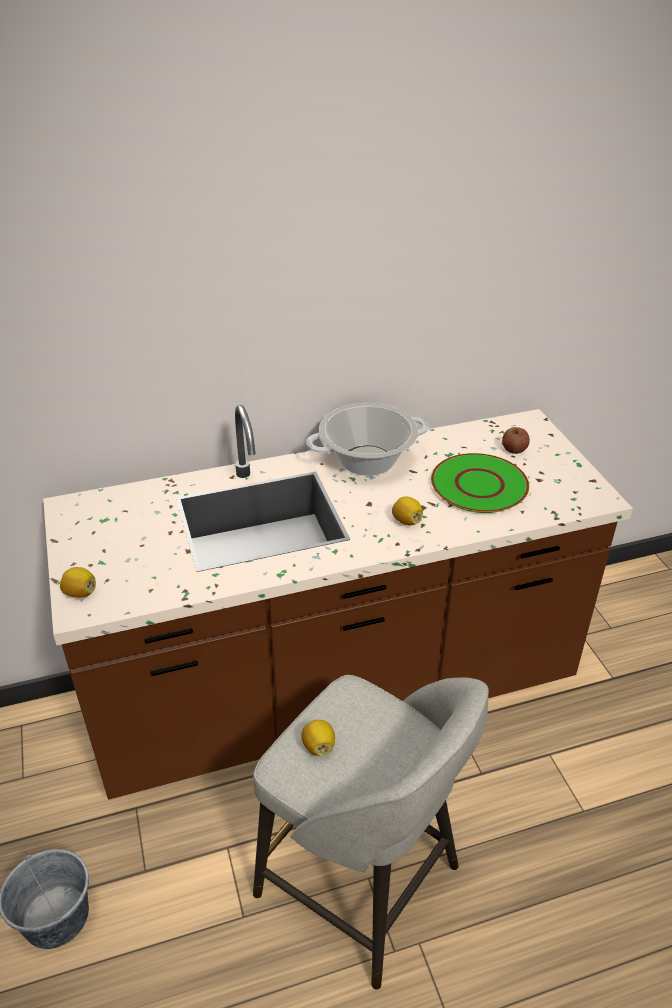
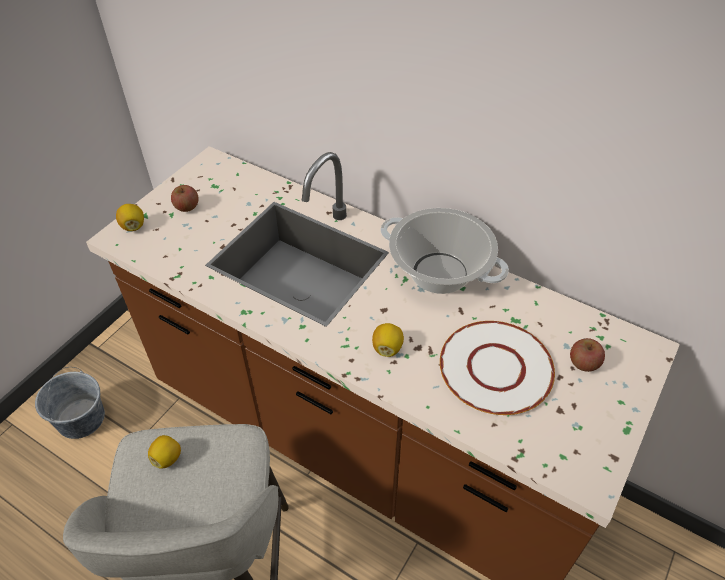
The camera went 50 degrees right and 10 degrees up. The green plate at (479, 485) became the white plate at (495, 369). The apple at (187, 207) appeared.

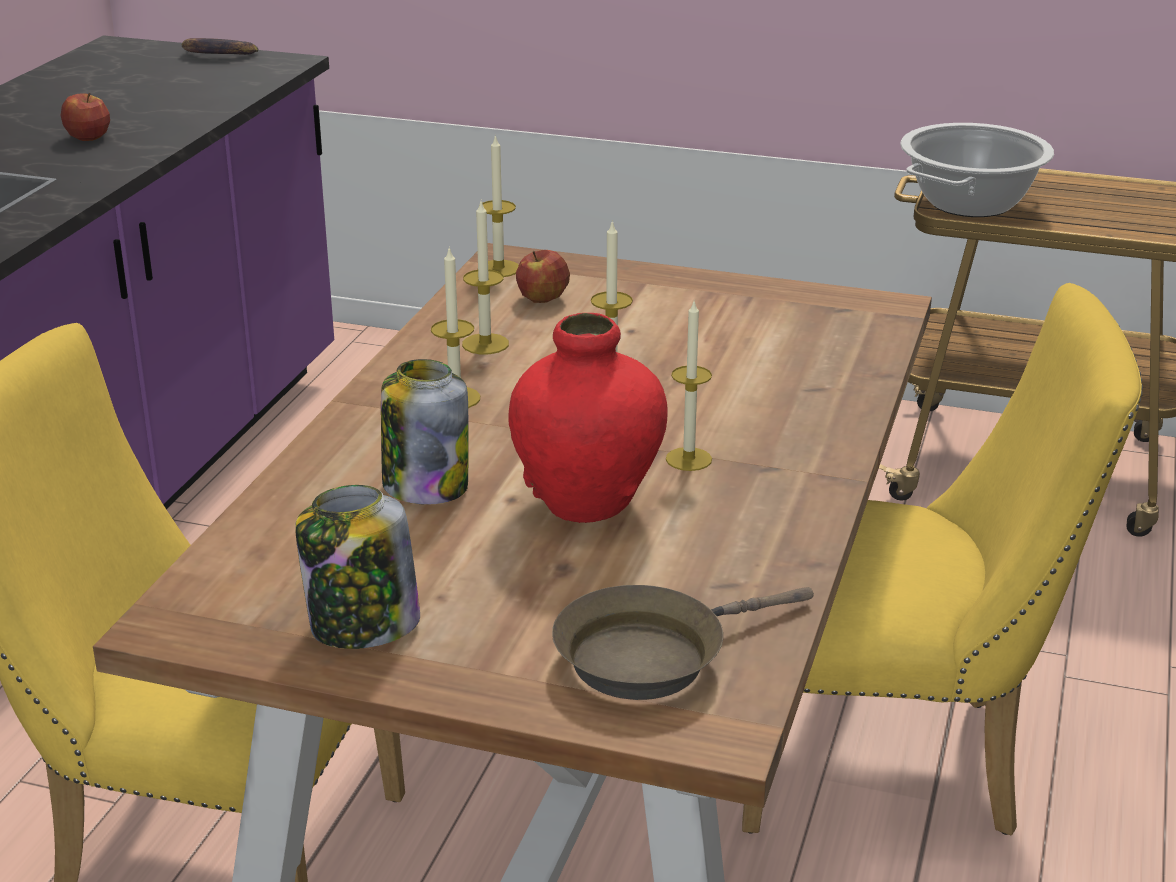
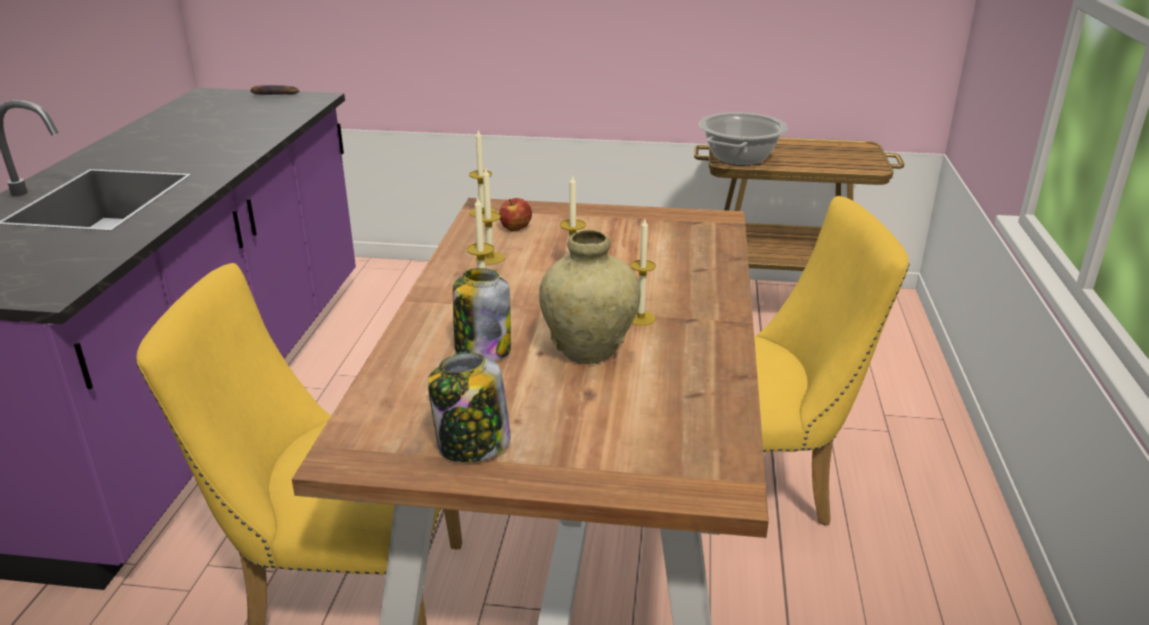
The camera went 10 degrees left and 0 degrees up. The apple at (88, 137) disappeared. The red vase at (588, 503) became the beige vase at (589, 351). The brown frying pan at (651, 656) disappeared.

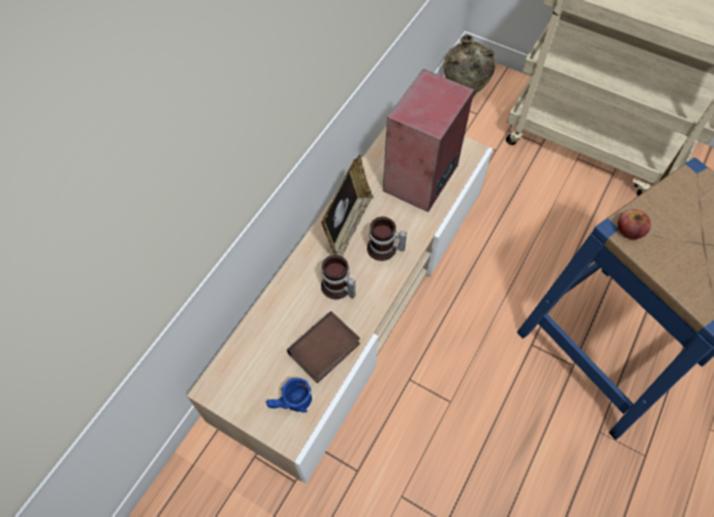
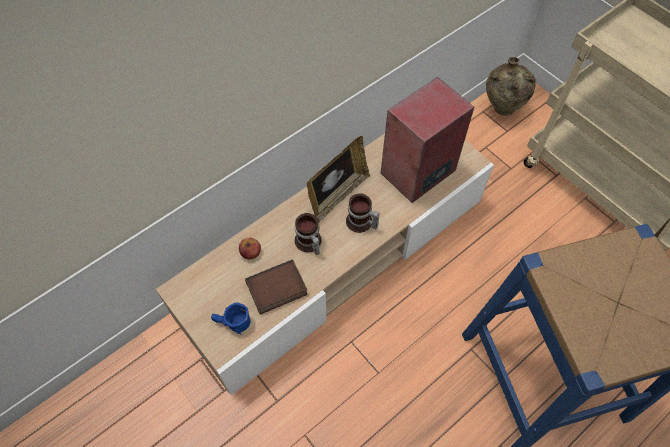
The camera went 20 degrees right and 0 degrees up. The apple moved from (629, 230) to (250, 252).

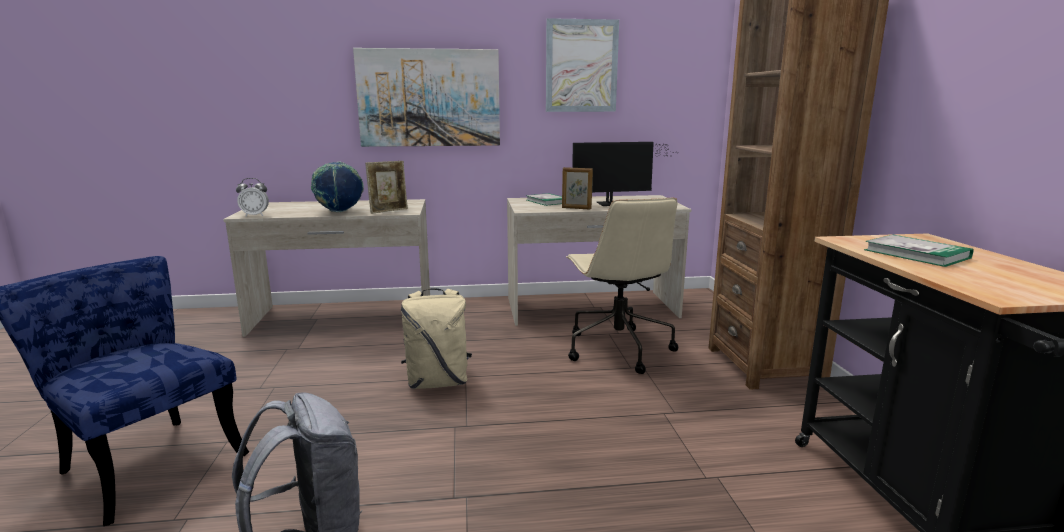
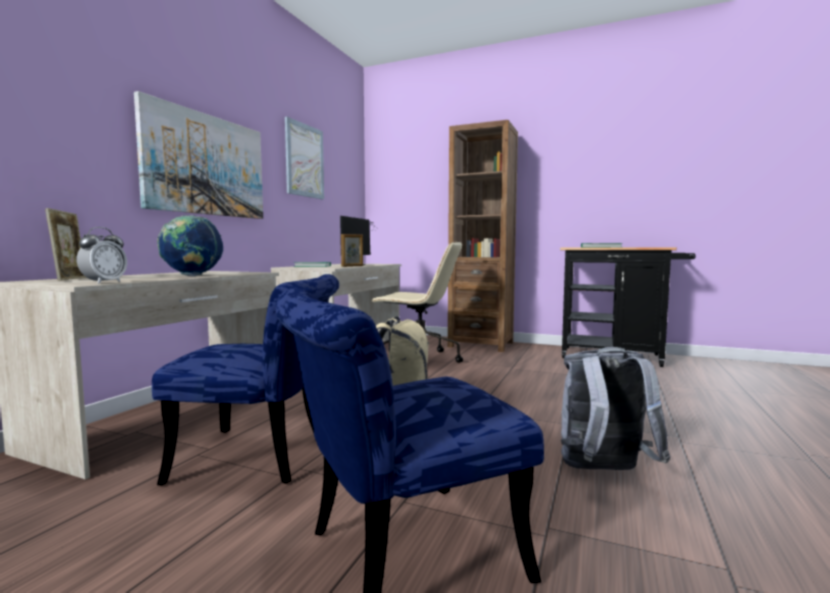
The camera went 60 degrees left and 10 degrees down. The picture frame moved from (389, 211) to (70, 279). The blue chair at (264, 457) appeared.

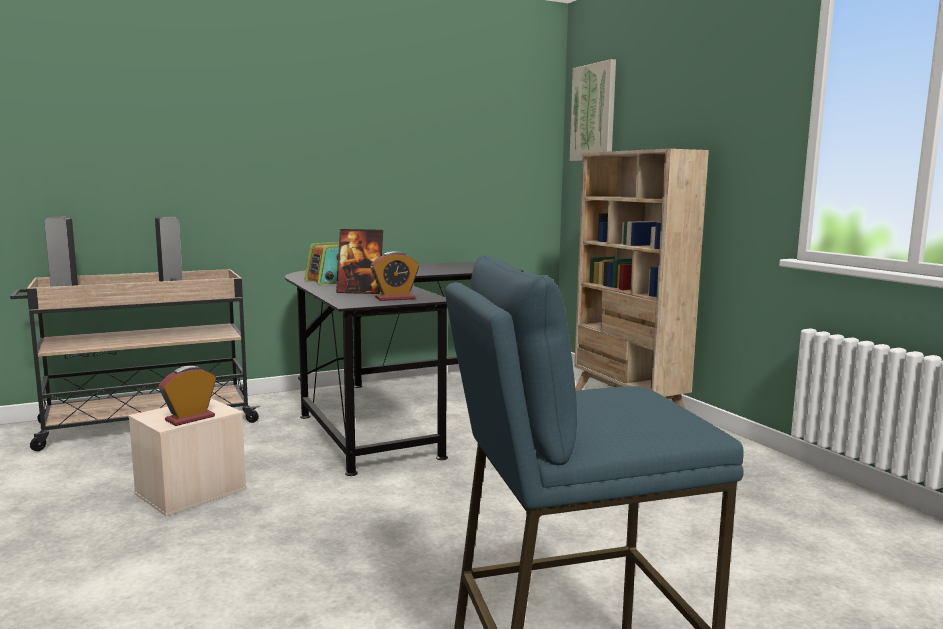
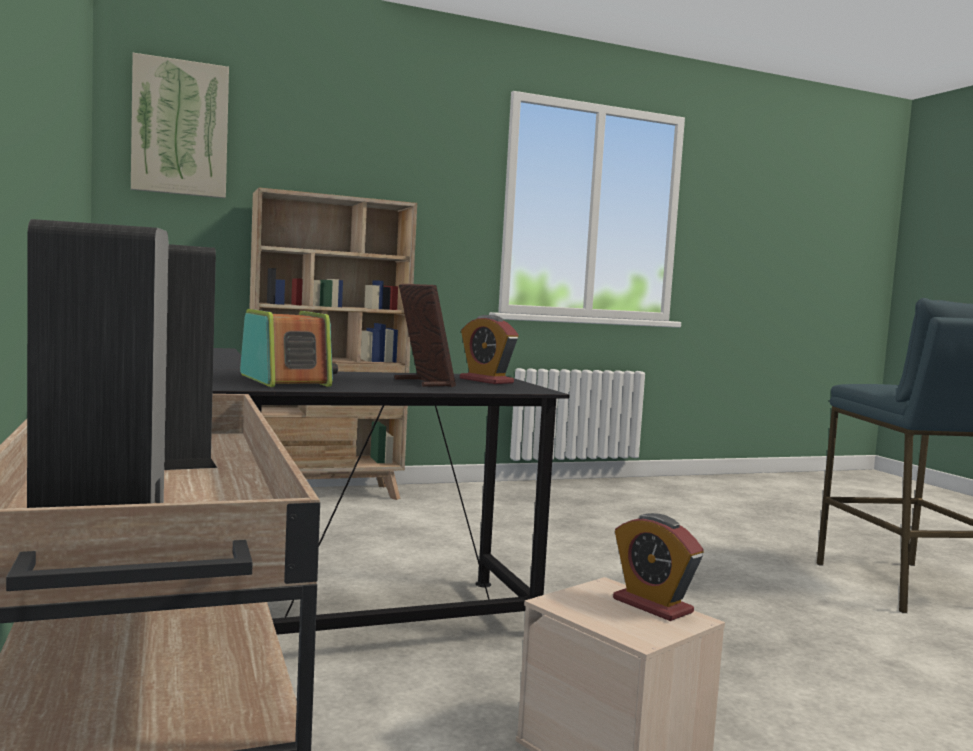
The camera went 85 degrees left and 5 degrees down. The picture frame at (360, 292) turned 45 degrees counterclockwise. The alarm clock at (395, 298) turned 150 degrees clockwise.

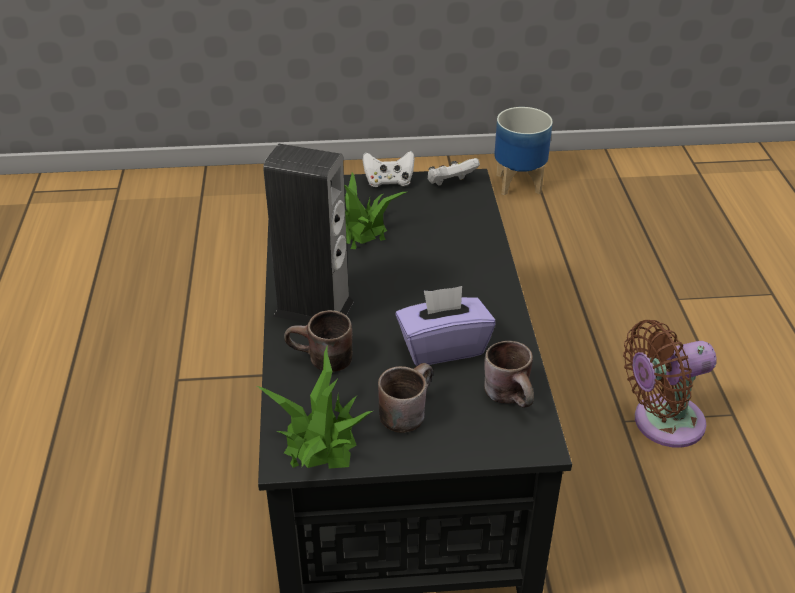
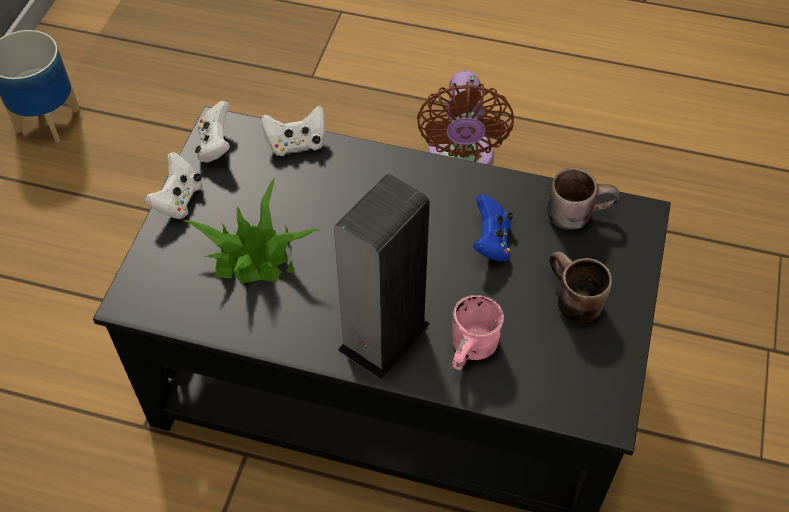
The camera went 70 degrees left and 15 degrees up. The potted plant at (321, 437) disappeared. The brown mug at (321, 361) became the pink mug at (474, 351). The purple tissue box at (443, 347) was replaced by the blue game controller at (491, 242). The white game controller at (296, 143) appeared.

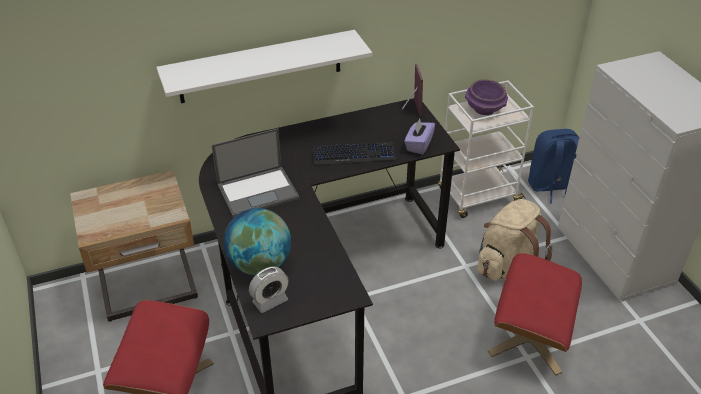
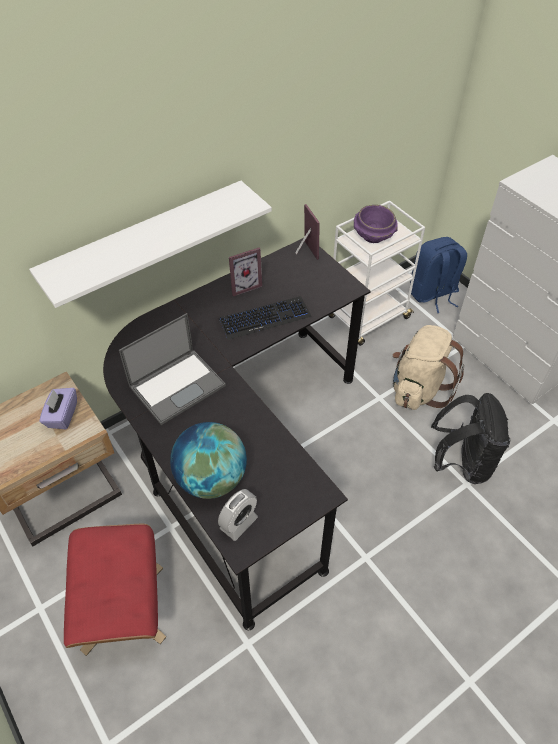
The camera went 15 degrees left and 10 degrees up. The purple tissue box moved from (418, 145) to (62, 415). The red ottoman at (529, 338) was replaced by the black backpack at (462, 462). The picture frame at (243, 285) appeared.

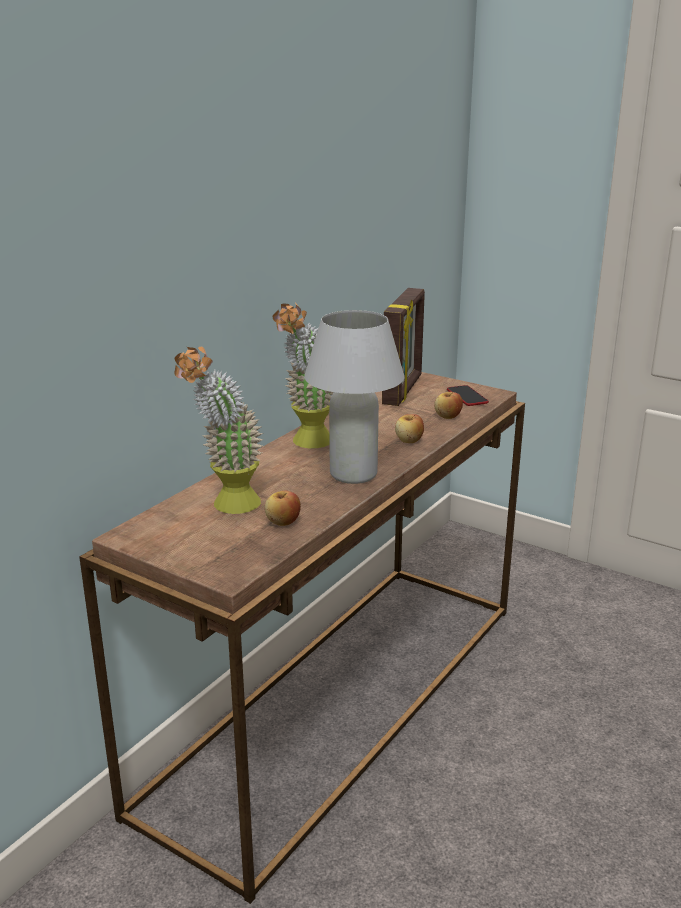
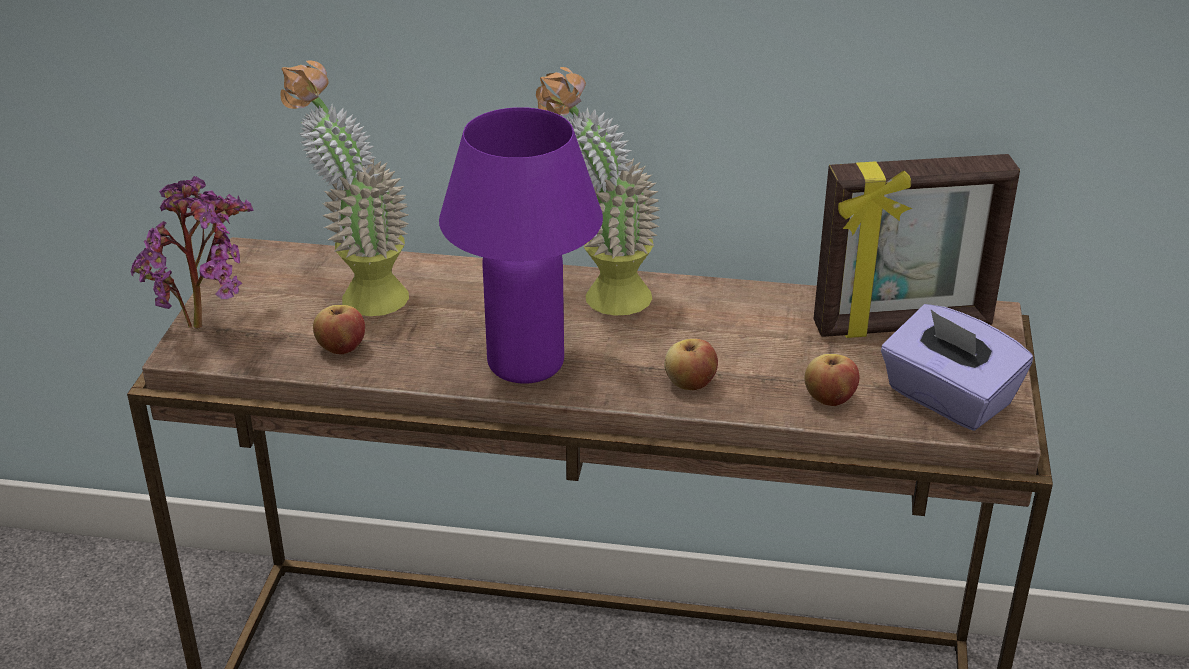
The camera went 65 degrees right and 10 degrees up. The white table lamp at (353, 474) became the purple table lamp at (525, 363). The phone at (467, 396) was replaced by the purple tissue box at (947, 399). The potted plant at (207, 324) appeared.

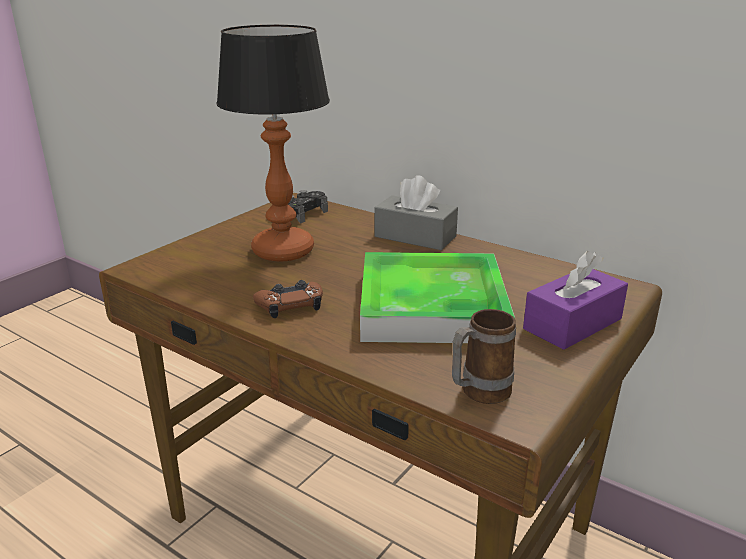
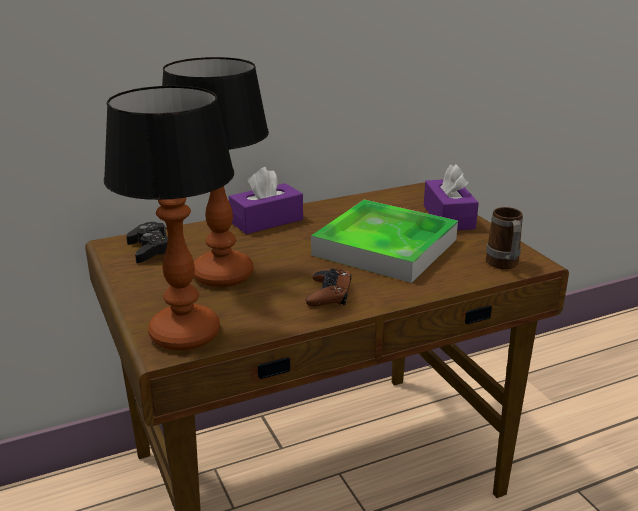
The camera went 60 degrees left and 0 degrees up. The grey tissue box at (415, 236) became the purple tissue box at (266, 221). The table lamp at (186, 333) appeared.

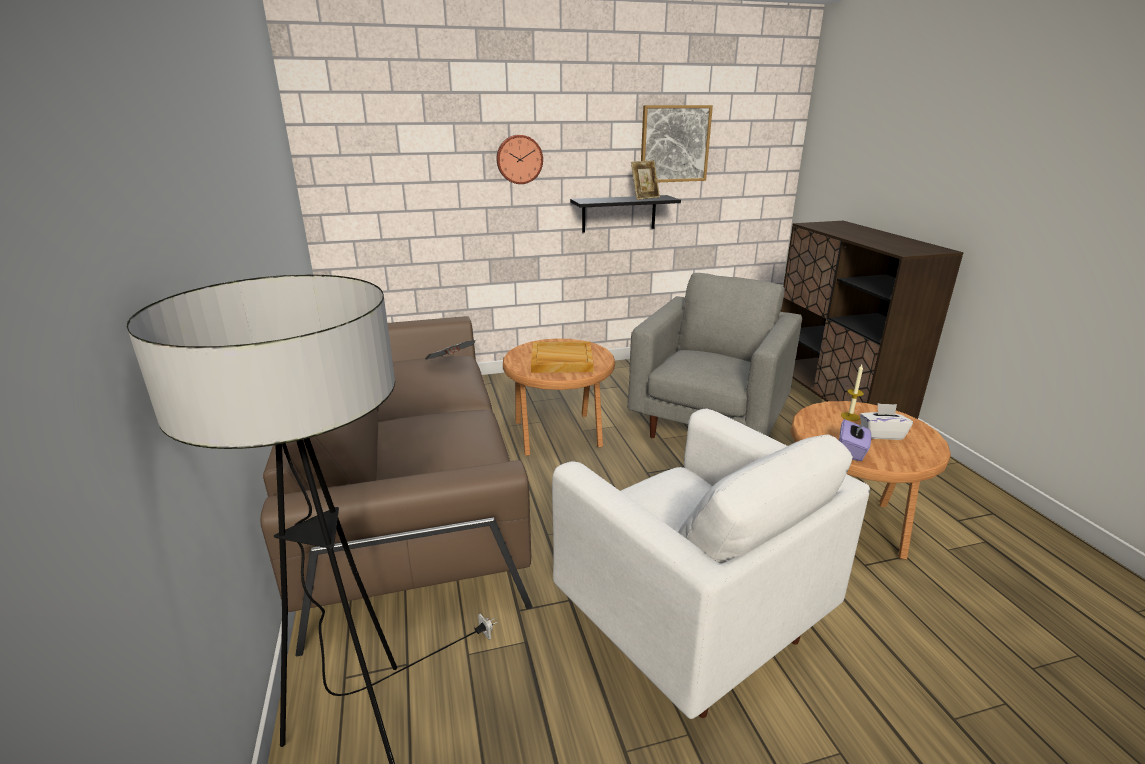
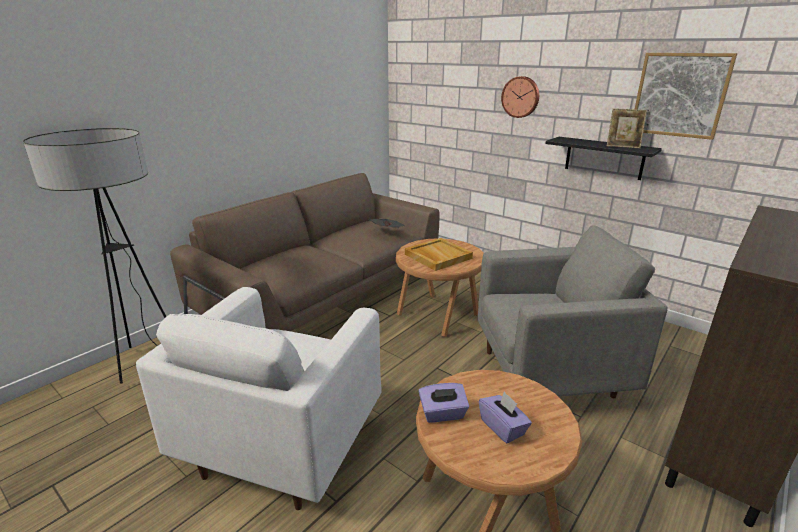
The camera went 55 degrees right and 0 degrees up. The candle at (850, 416) disappeared. The white tissue box at (881, 434) became the purple tissue box at (503, 427).

